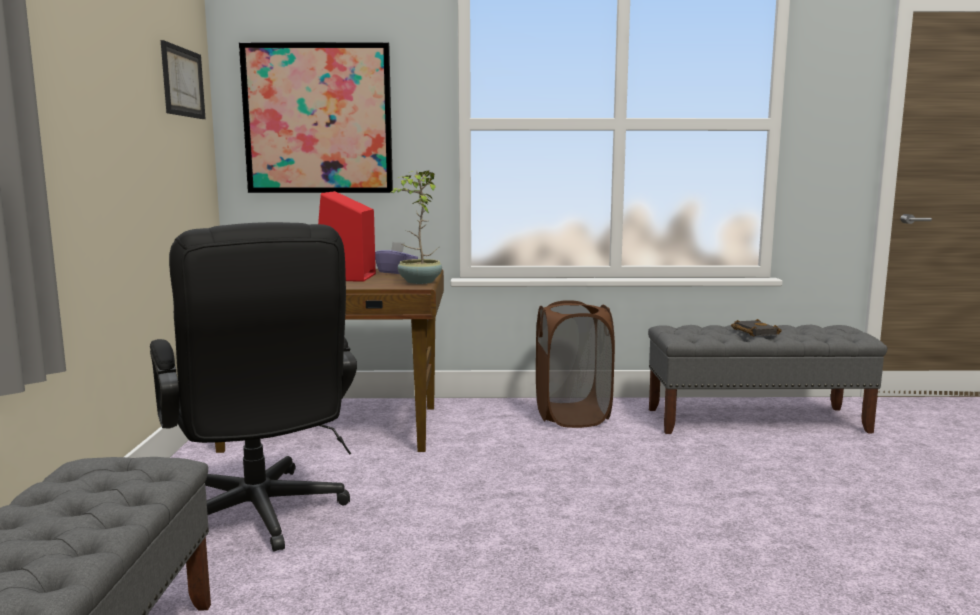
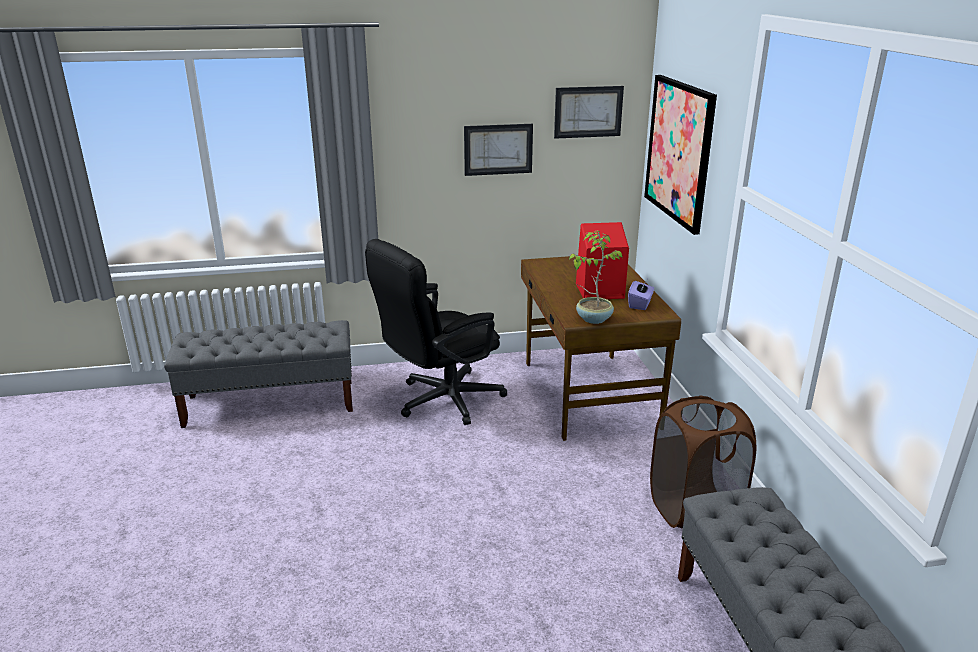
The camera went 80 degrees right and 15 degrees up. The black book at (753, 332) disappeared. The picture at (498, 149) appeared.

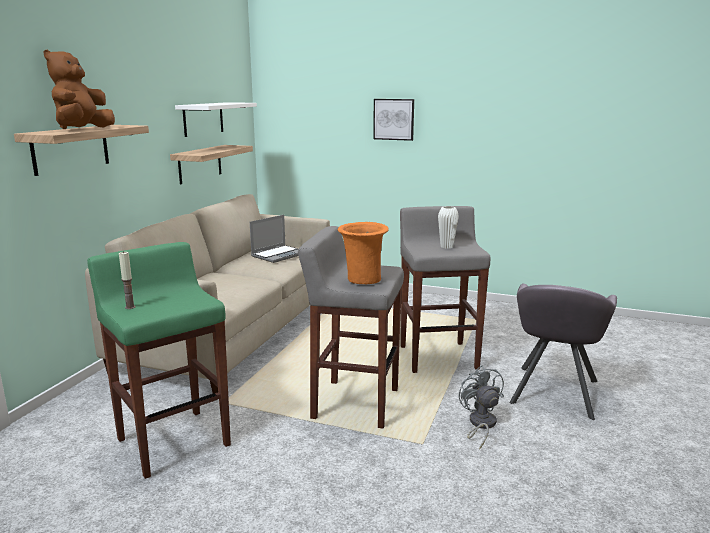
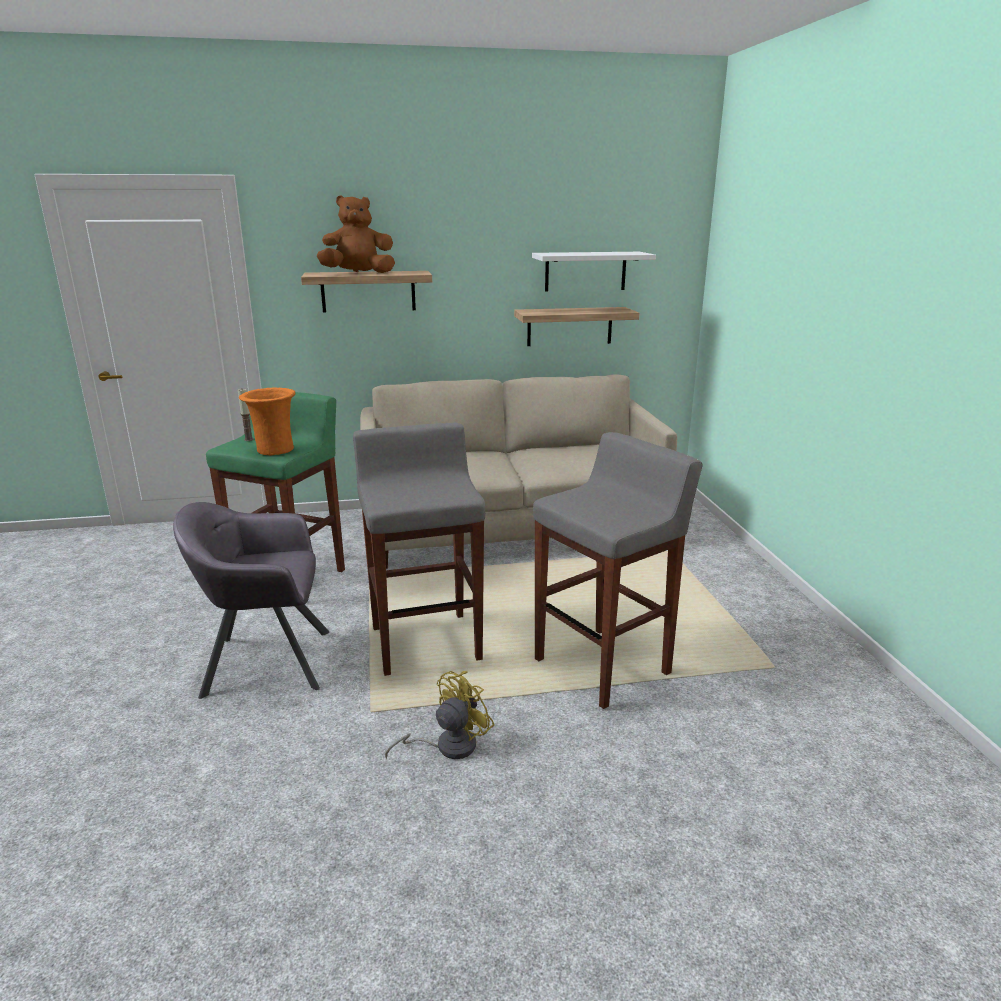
The camera went 60 degrees right and 5 degrees up. The laptop at (278, 255) disappeared. The orange vase moved from (362, 280) to (273, 450). The picture at (394, 119) disappeared. The white vase at (446, 247) disappeared. The grey fan at (480, 425) became the yellow fan at (447, 746). The grey armchair moved from (554, 391) to (267, 662).

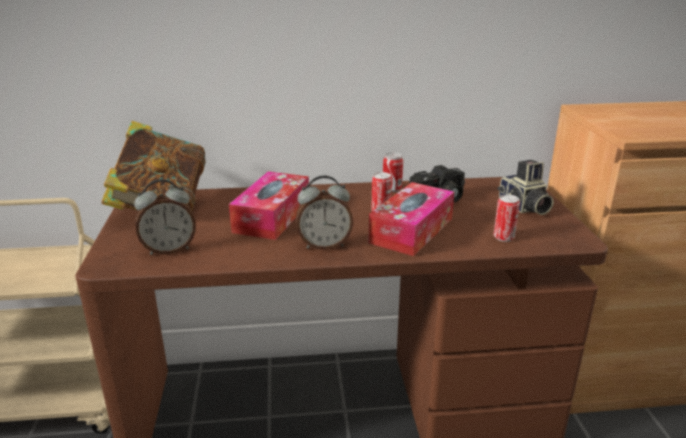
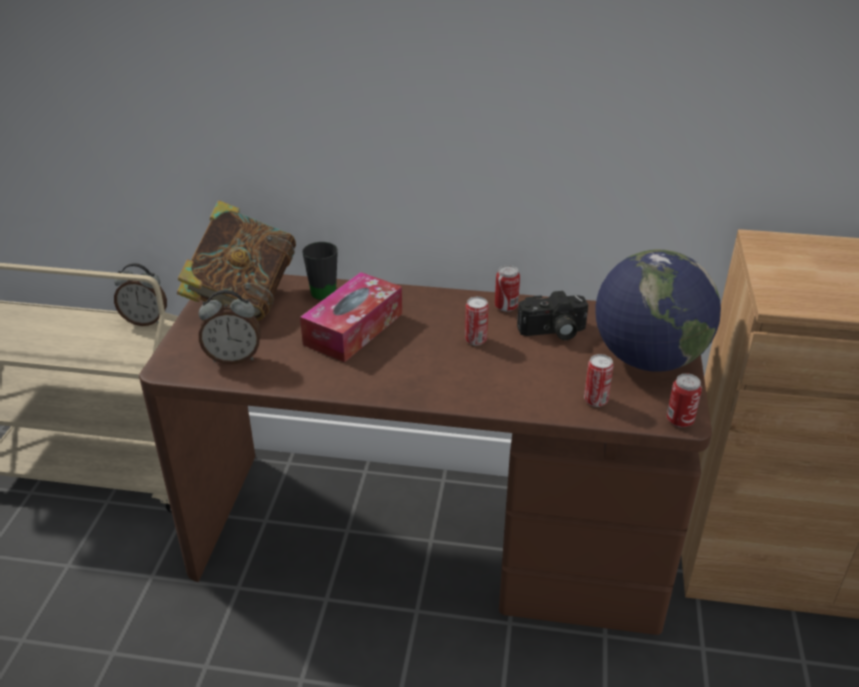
The camera went 15 degrees right and 10 degrees up. The alarm clock moved from (324, 245) to (146, 321). The tissue box at (411, 230) disappeared. The photo camera at (523, 207) was replaced by the globe at (648, 359). The black mug at (321, 289) appeared. The can at (680, 420) appeared.

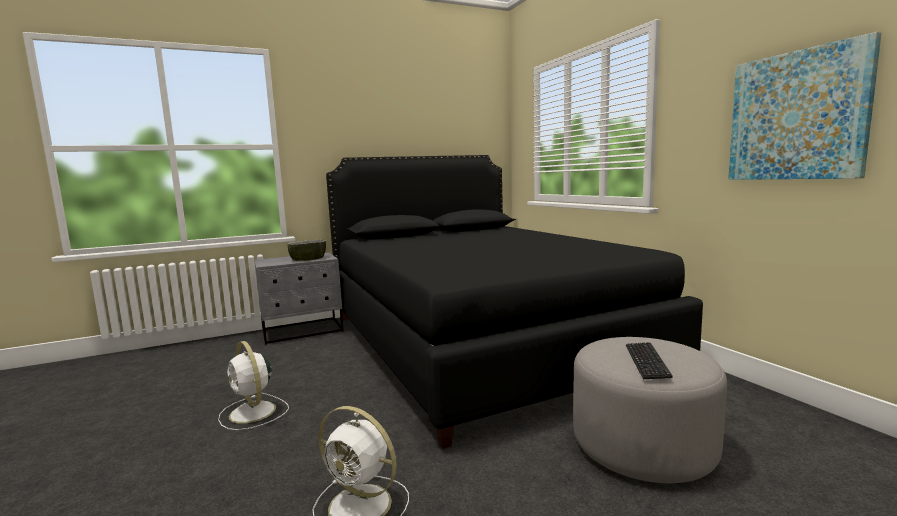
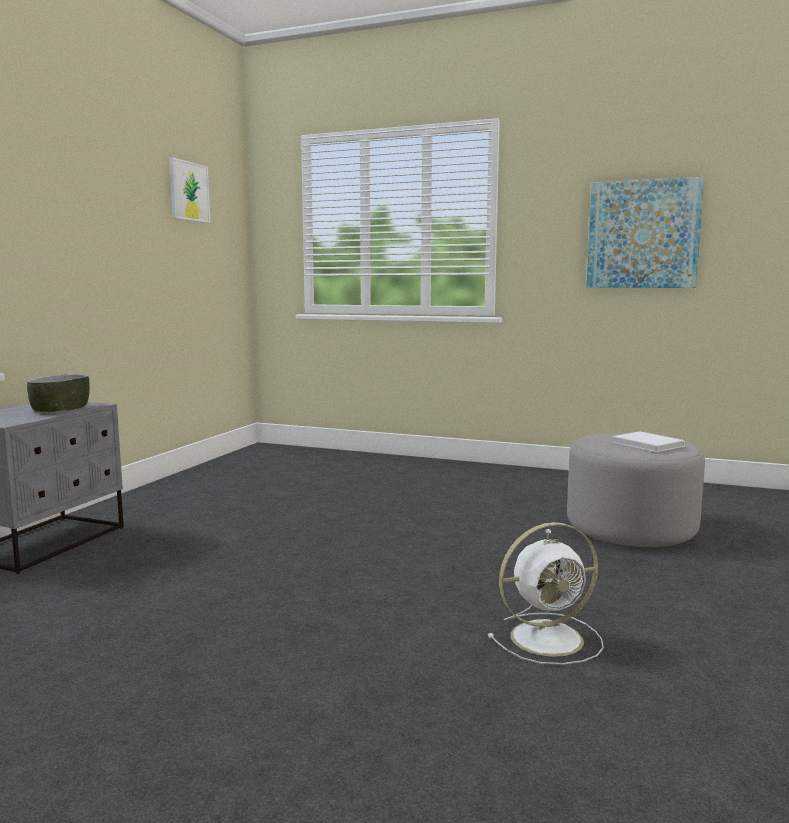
The camera went 45 degrees left and 0 degrees up. The white fan at (253, 413) disappeared. The black bed at (480, 341) disappeared. The keyboard at (646, 362) was replaced by the white book at (649, 444). The picture at (189, 191) appeared.

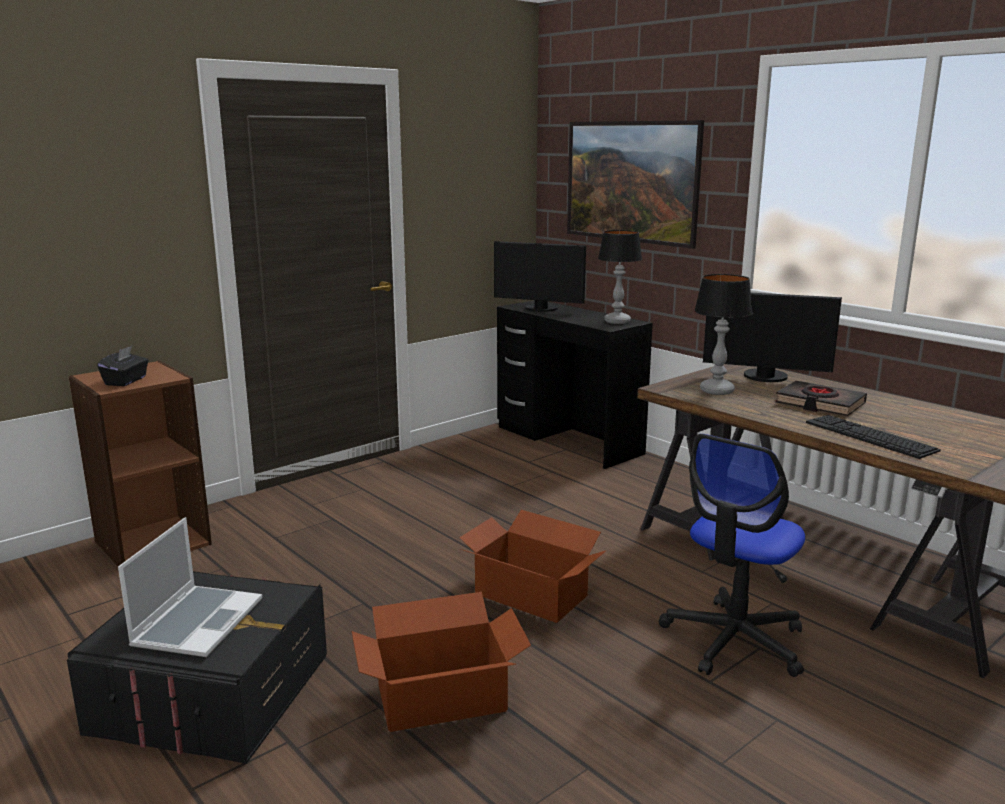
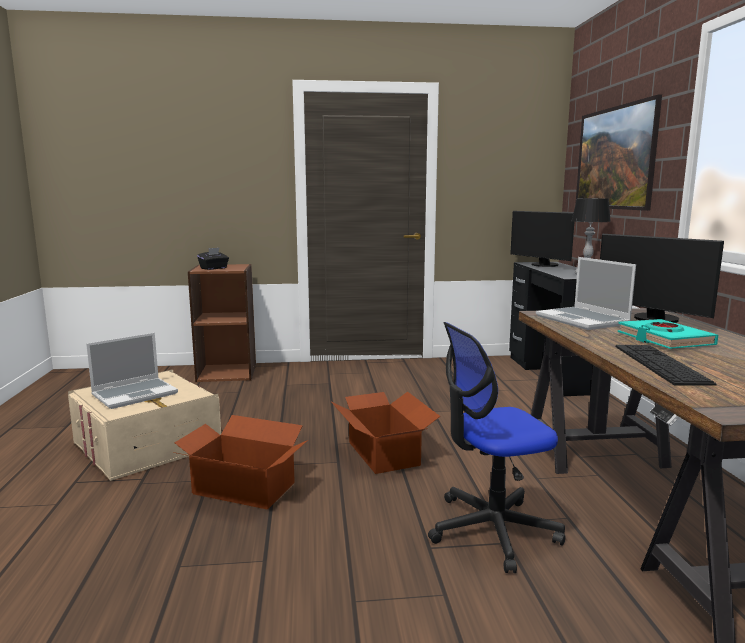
The camera went 35 degrees right and 5 degrees down. The black storage box at (212, 693) became the beige storage box at (147, 445). The table lamp at (717, 391) was replaced by the laptop at (583, 320). The black book at (819, 404) became the turquoise book at (664, 339).

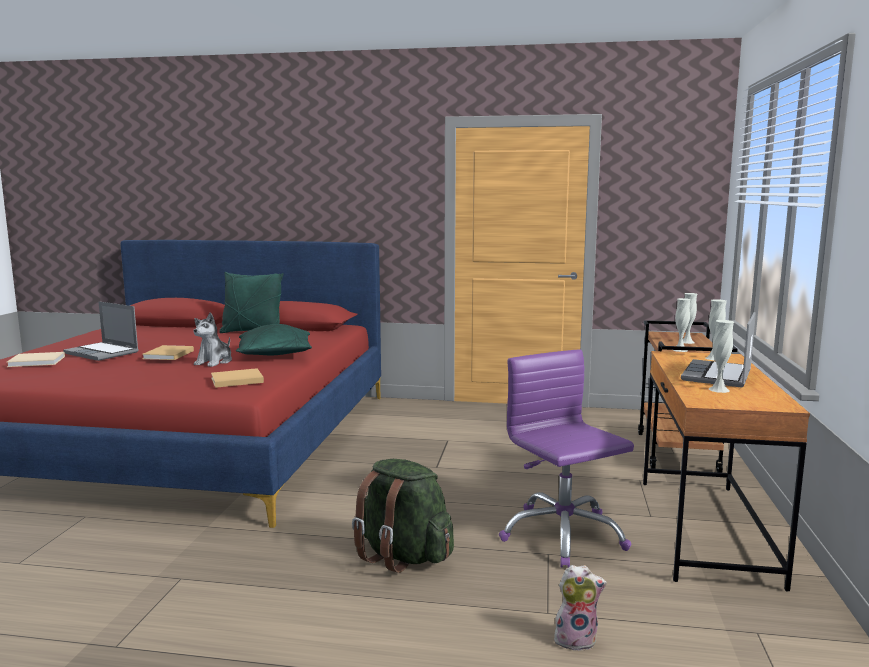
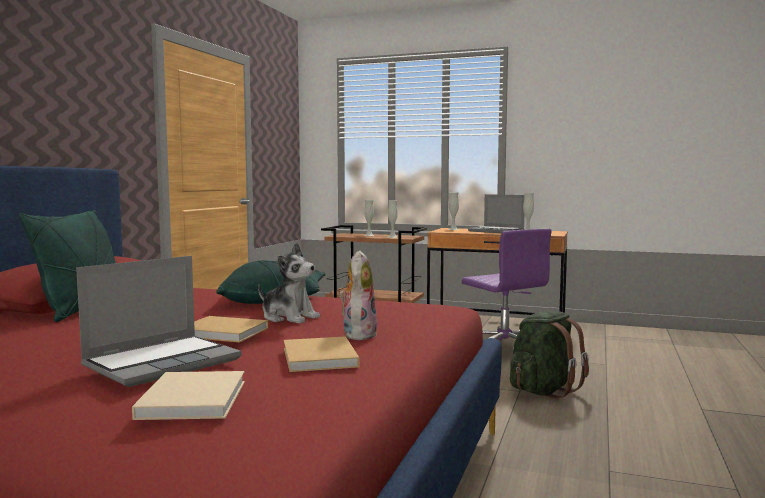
The camera went 80 degrees left and 5 degrees down. The beige book moved from (235, 380) to (320, 358). The purple office chair at (562, 535) turned 105 degrees counterclockwise. The plush toy moved from (576, 639) to (358, 334).

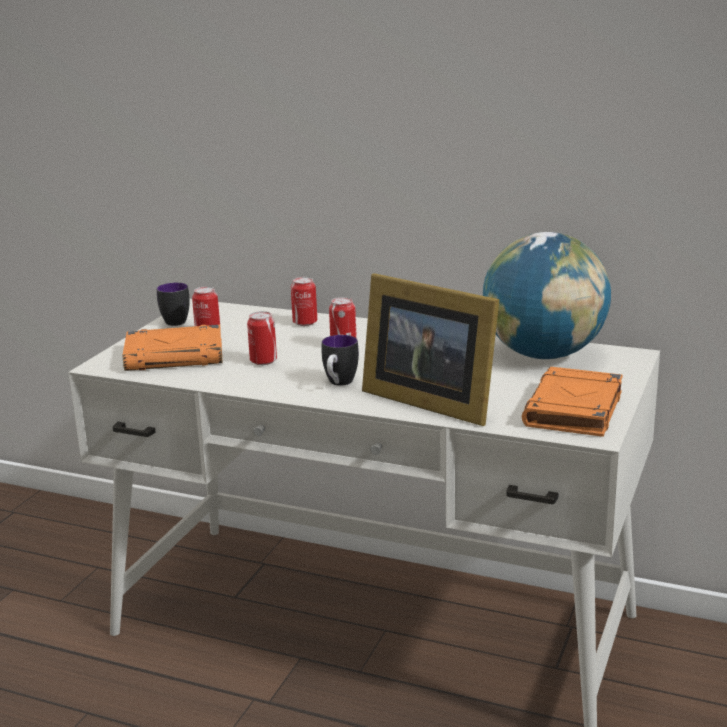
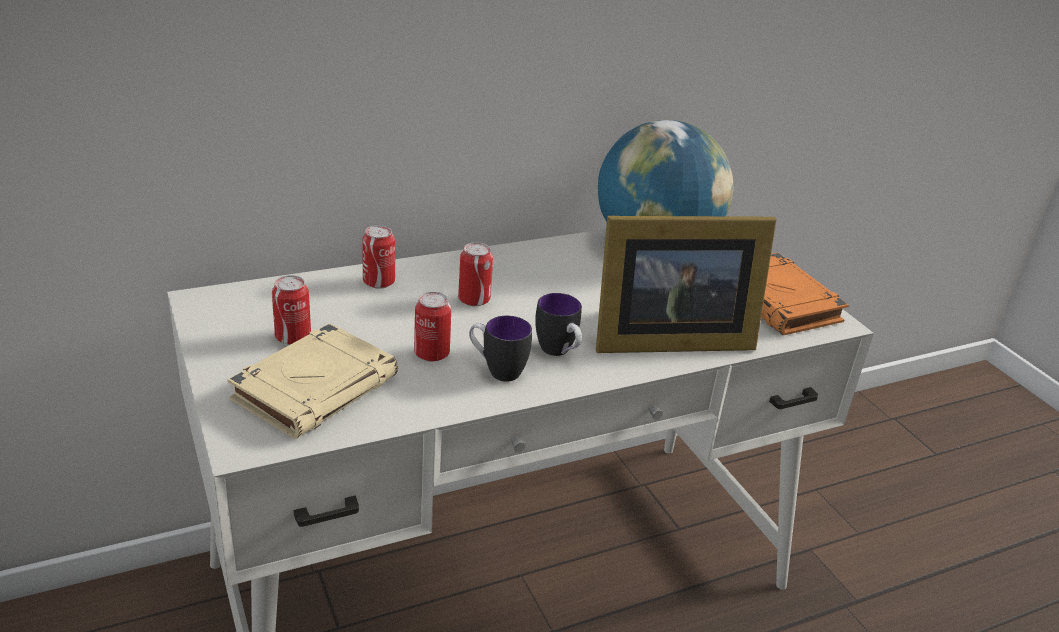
The camera went 50 degrees left and 10 degrees up. The orange book at (175, 356) became the beige book at (316, 387). The mug moved from (174, 320) to (497, 370).

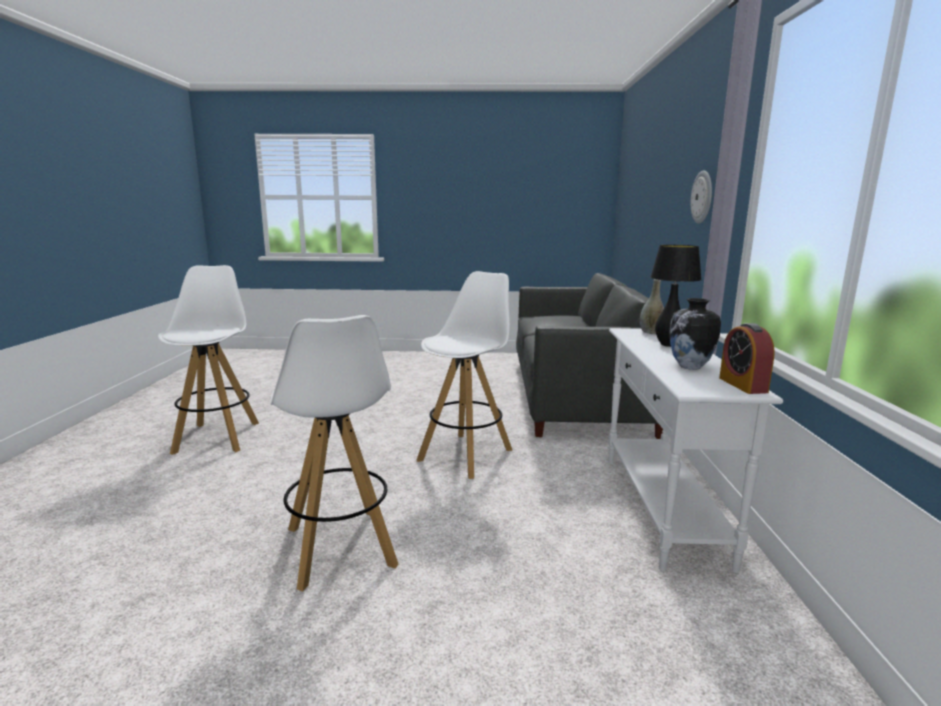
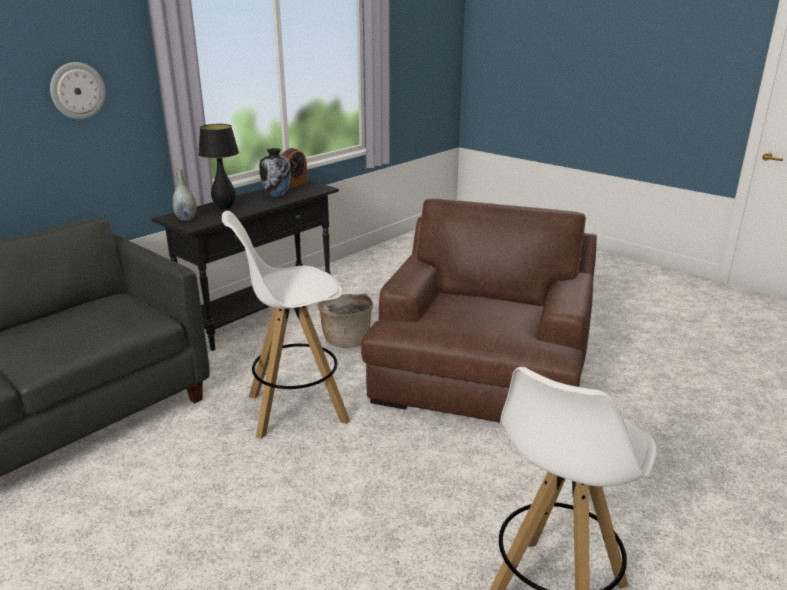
The camera went 140 degrees left and 10 degrees up. The white stool at (340, 547) was replaced by the brown armchair at (481, 372). The white console table at (661, 508) became the black console table at (261, 315). The basket at (347, 339) appeared.

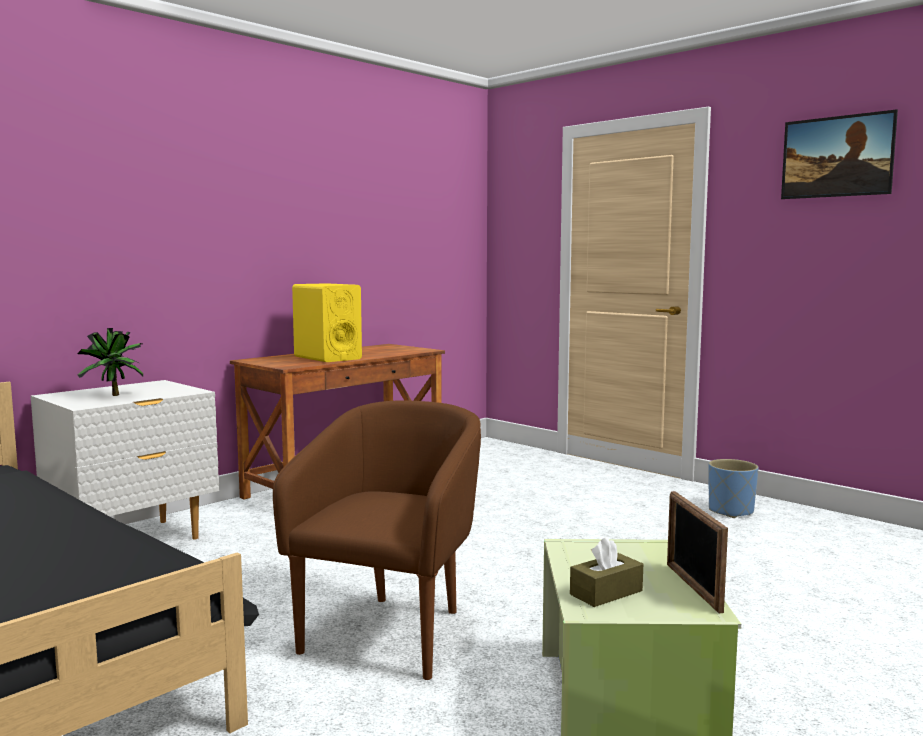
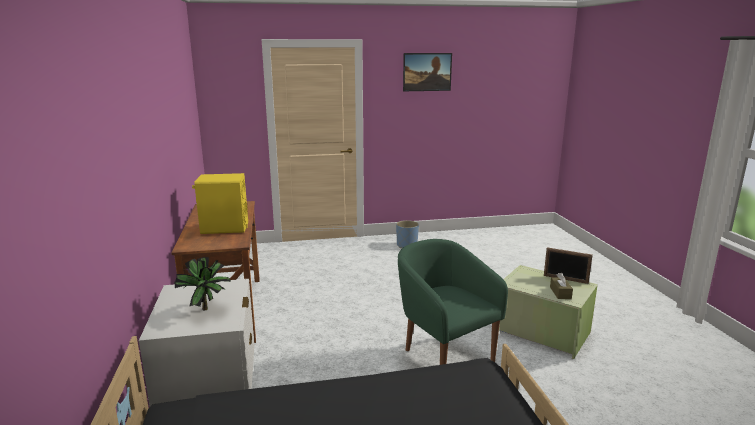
The camera went 55 degrees left and 10 degrees up. The brown armchair at (392, 631) became the green armchair at (443, 357).

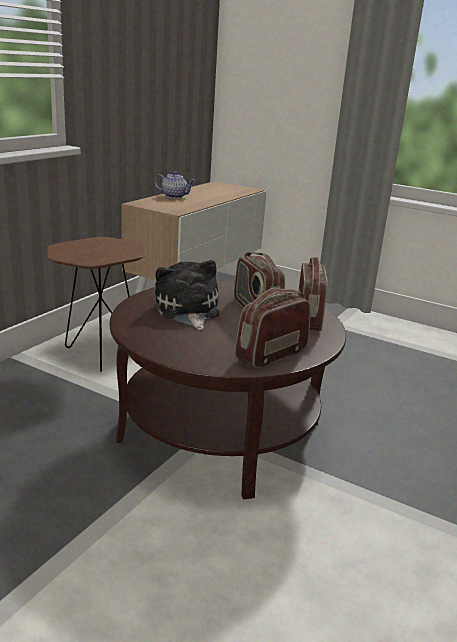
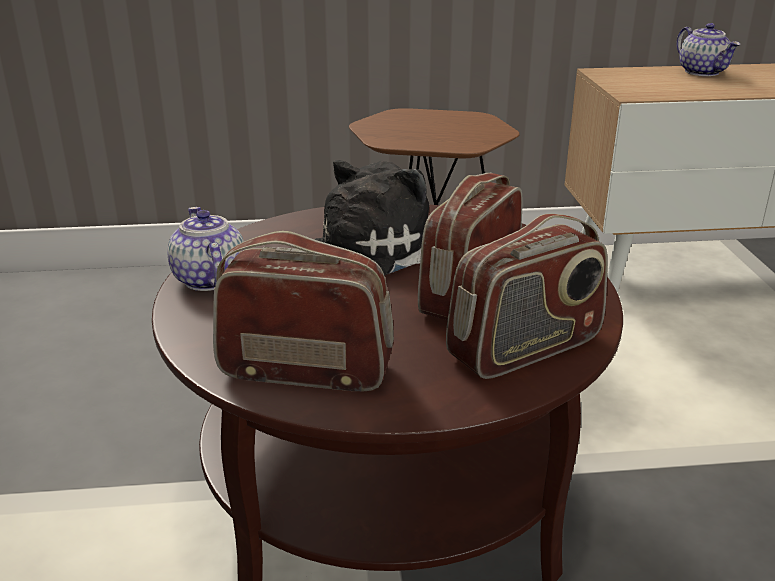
The camera went 55 degrees right and 5 degrees up. The teapot at (208, 279) appeared.

